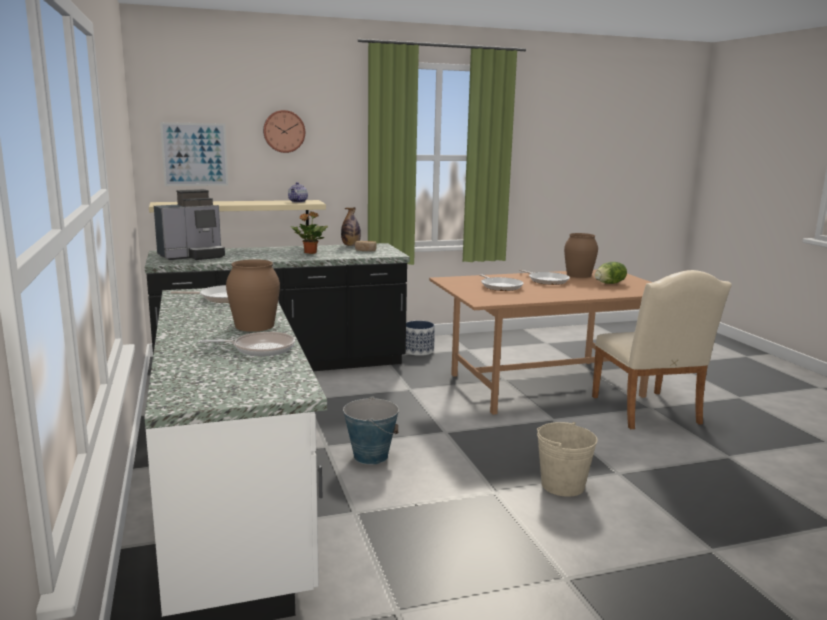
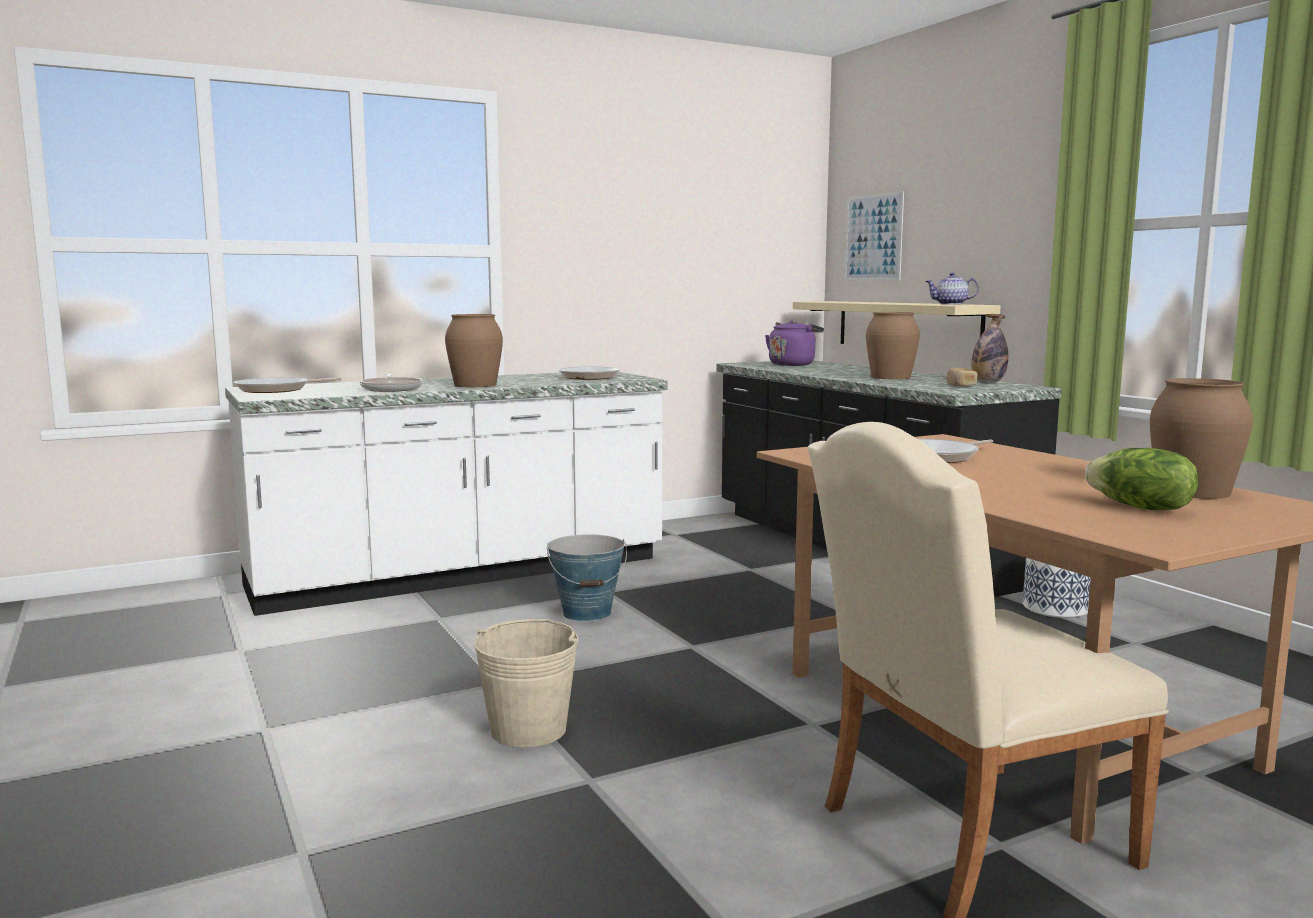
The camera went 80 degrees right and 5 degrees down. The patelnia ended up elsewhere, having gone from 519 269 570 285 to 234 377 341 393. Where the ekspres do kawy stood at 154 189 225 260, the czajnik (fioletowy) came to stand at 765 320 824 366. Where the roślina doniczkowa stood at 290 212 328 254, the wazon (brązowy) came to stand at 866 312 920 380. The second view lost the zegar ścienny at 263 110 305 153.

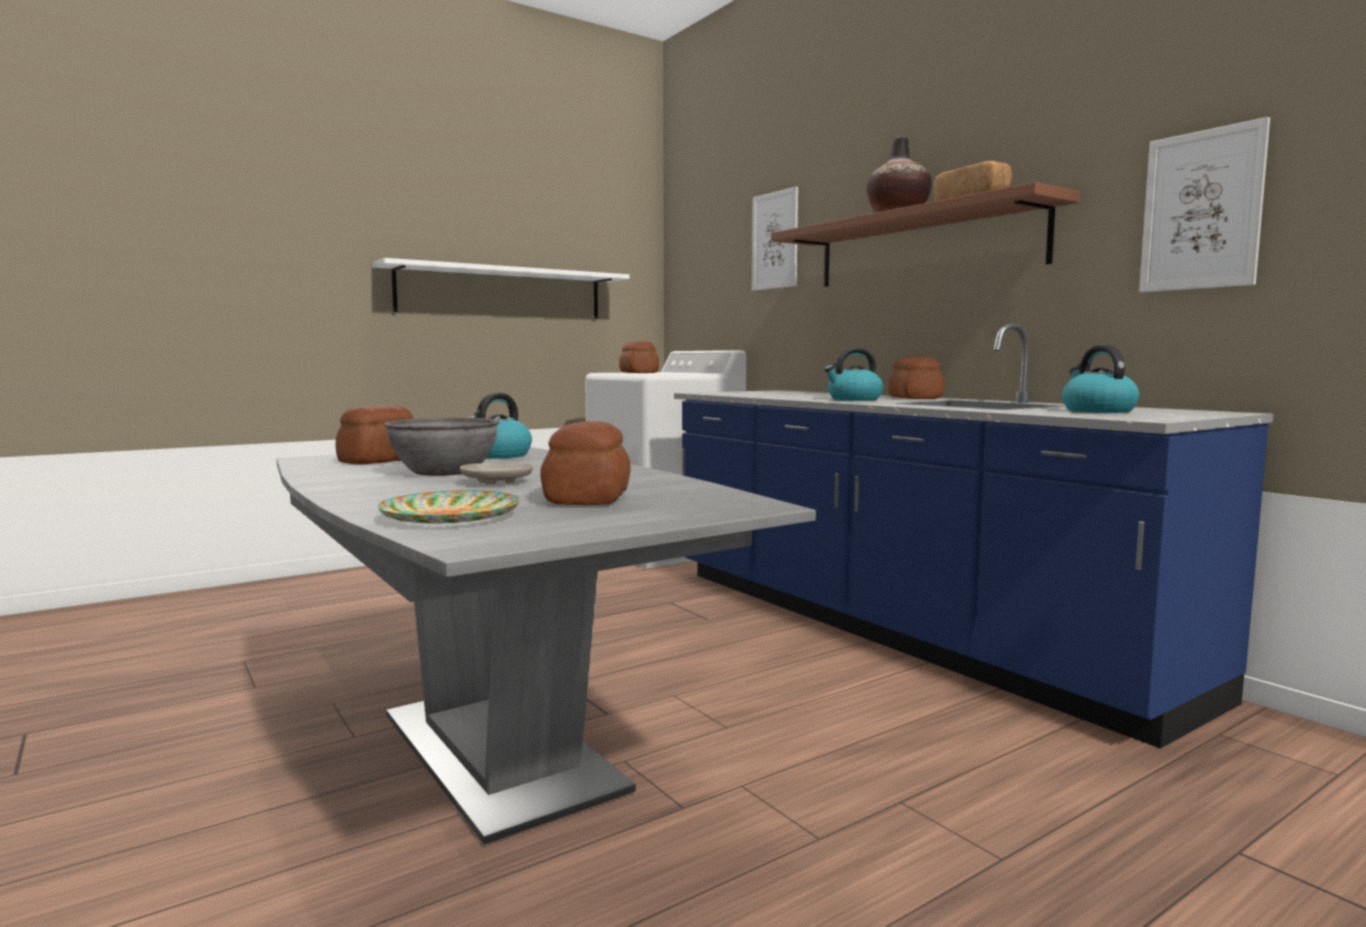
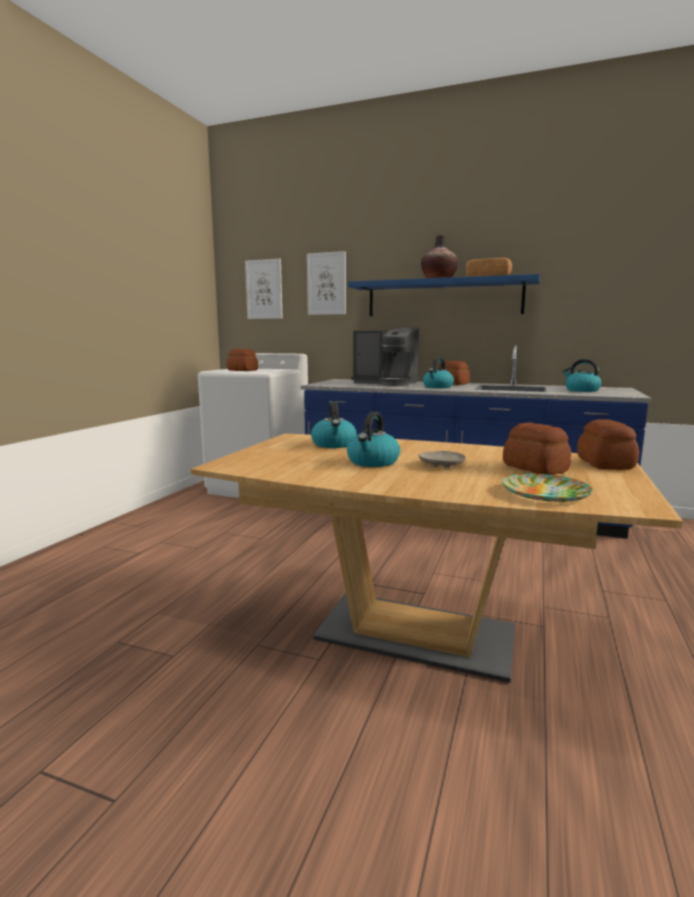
The camera went 35 degrees left and 5 degrees up. What was the stół jadalny (szary) at 277 447 816 844 turned into the stół jadalny (brązowy) at 191 434 683 683. The obraz ended up elsewhere, having gone from 1139 117 1270 292 to 245 259 283 319. Where the miska (szary) stood at 384 418 500 476, the czajnik came to stand at 347 412 400 467. What was the półka (brązowy) at 771 182 1080 287 turned into the półka (niebieski) at 348 274 540 316. The second view gained the ekspres do kawy at 351 328 419 386. The chleb ended up elsewhere, having gone from 336 405 413 464 to 577 419 639 470. The second view lost the półka (biały) at 373 258 630 318.

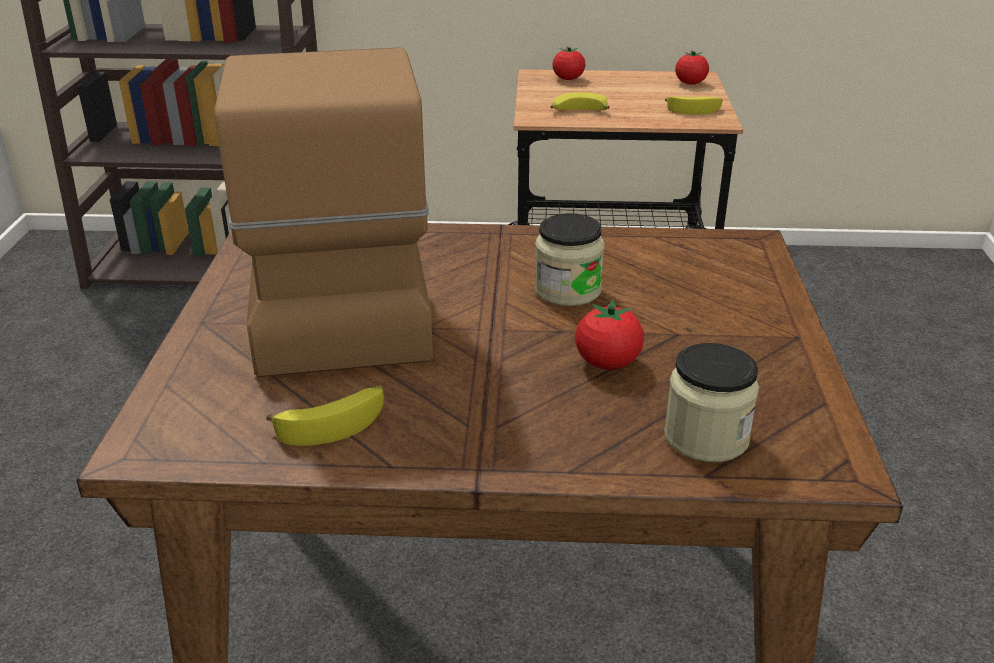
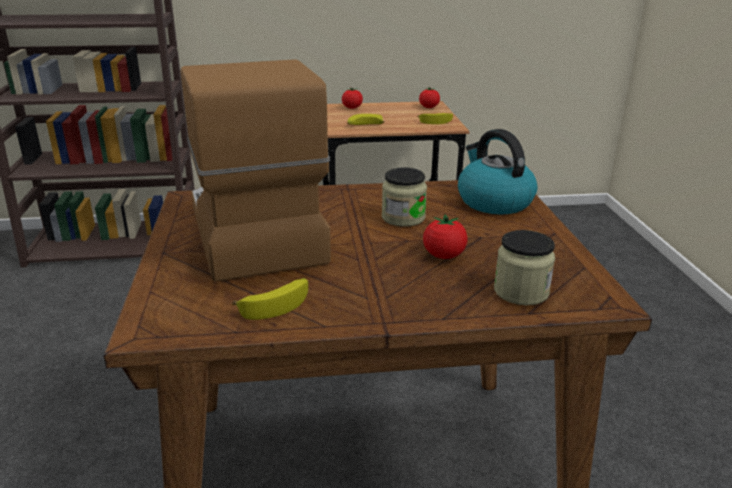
The camera went 10 degrees left and 5 degrees down. The second view gained the czajnik at 458 129 537 214.

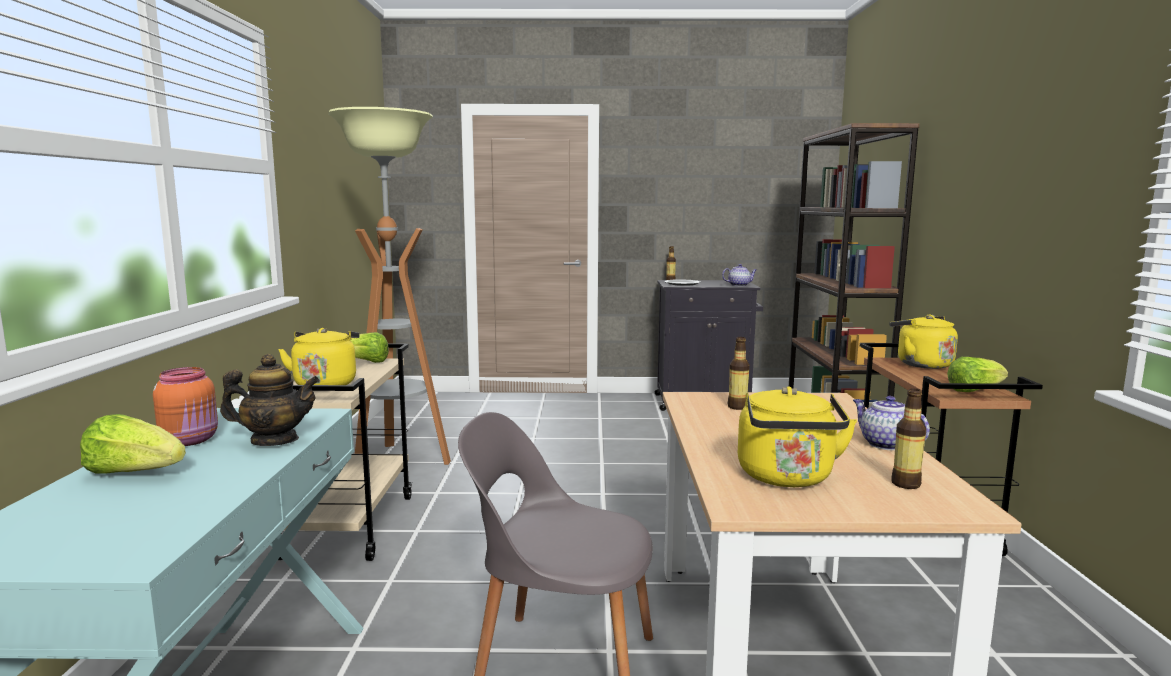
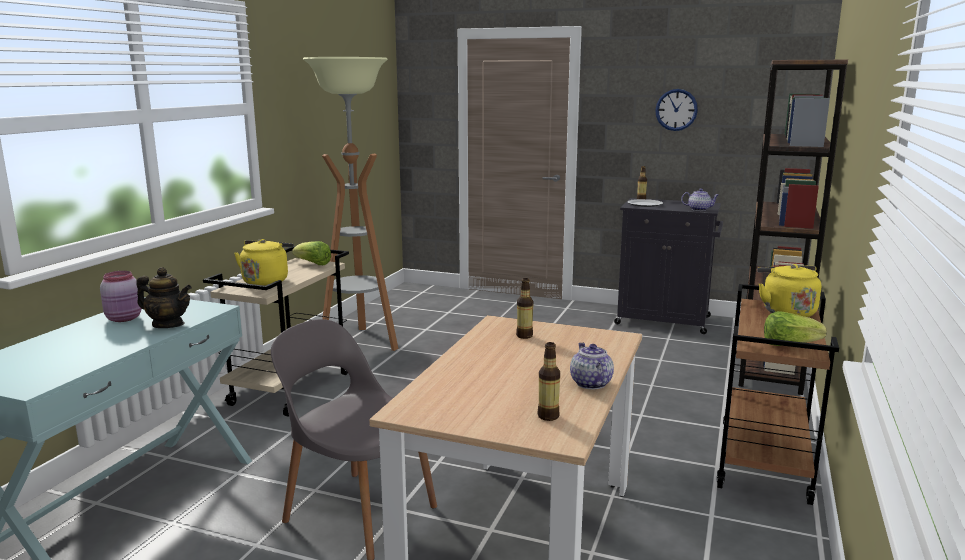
The camera went 20 degrees right and 5 degrees up. What was the słoik (pomarańczowy) at 153 367 218 446 turned into the słoik (różowy) at 100 271 142 322. The second view gained the zegar ścienny at 655 89 698 131. The second view lost the sałata at 80 414 186 474. The second view lost the czajnik (żółty) at 738 386 857 487.

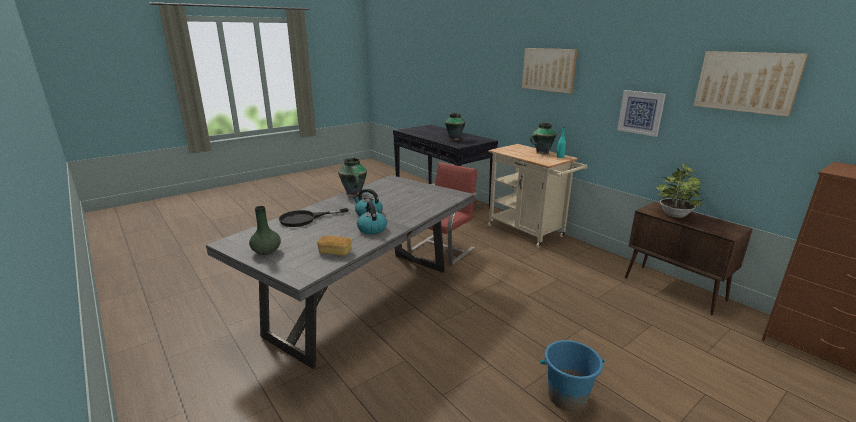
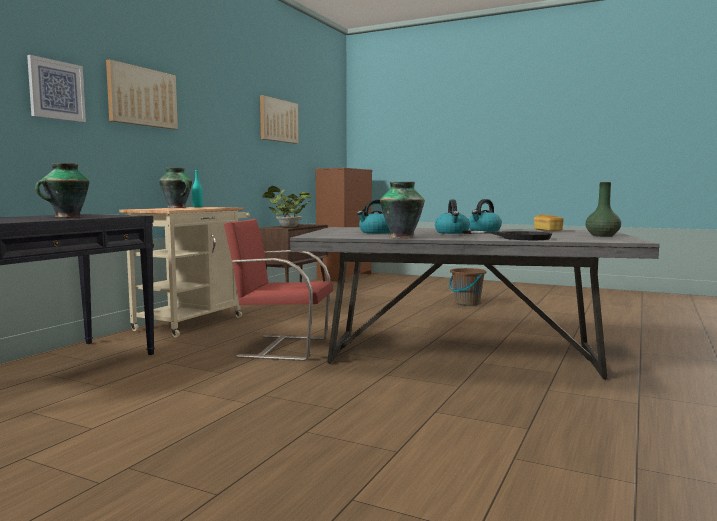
The camera went 115 degrees left and 15 degrees down. The obraz ended up elsewhere, having gone from 617 90 666 137 to 27 55 86 122. The second view gained the czajnik at 357 199 390 233. What was the wiadro (niebieski) at 540 340 605 412 turned into the wiadro (brązowy) at 449 268 487 306.

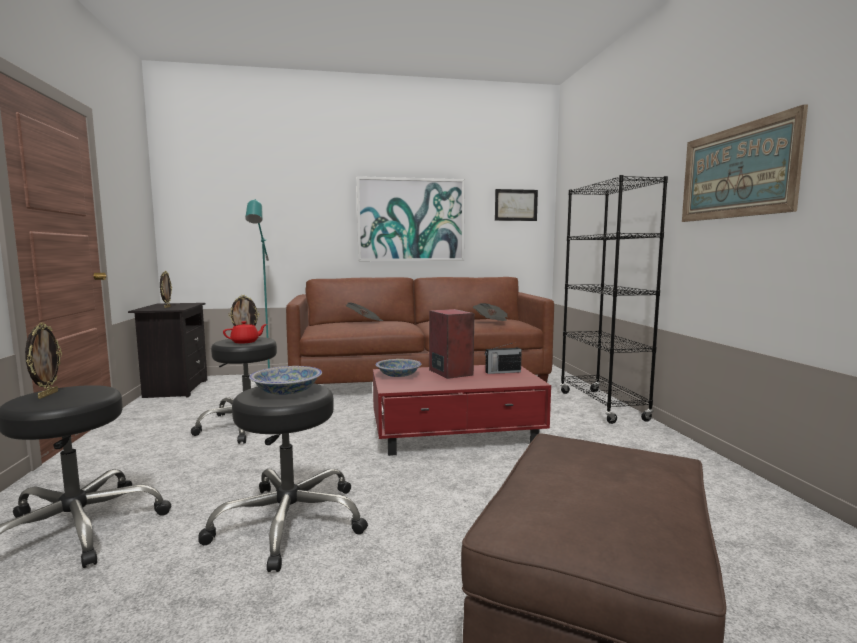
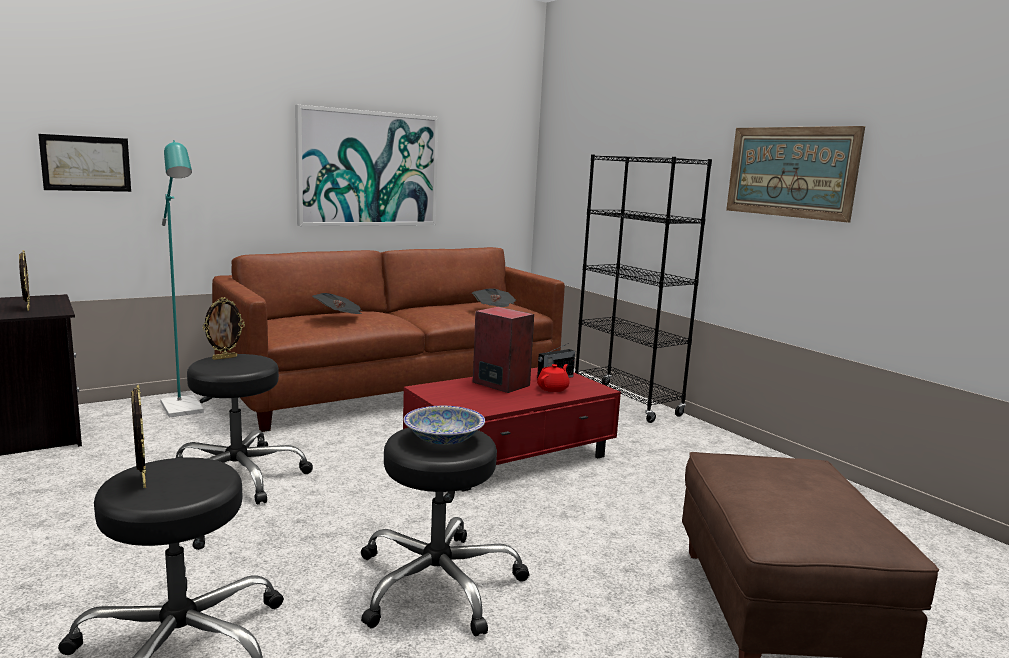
The camera went 25 degrees left and 5 degrees up. The obraz ended up elsewhere, having gone from 495 189 538 221 to 38 134 131 192. The imbryk (czerwony) ended up elsewhere, having gone from 223 321 267 344 to 537 364 569 392. The second view lost the miska at 376 359 422 377.

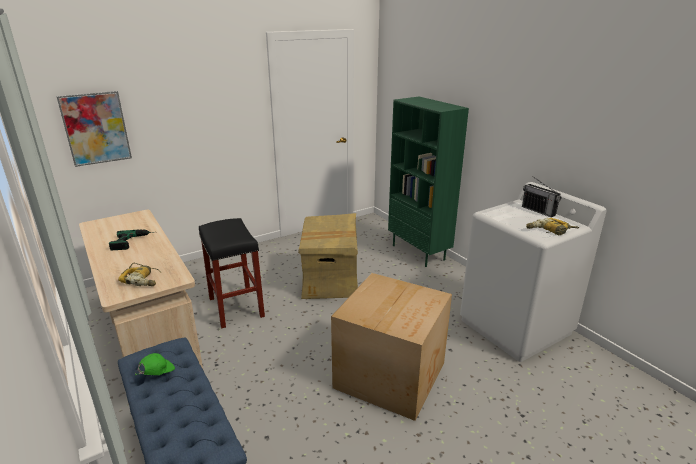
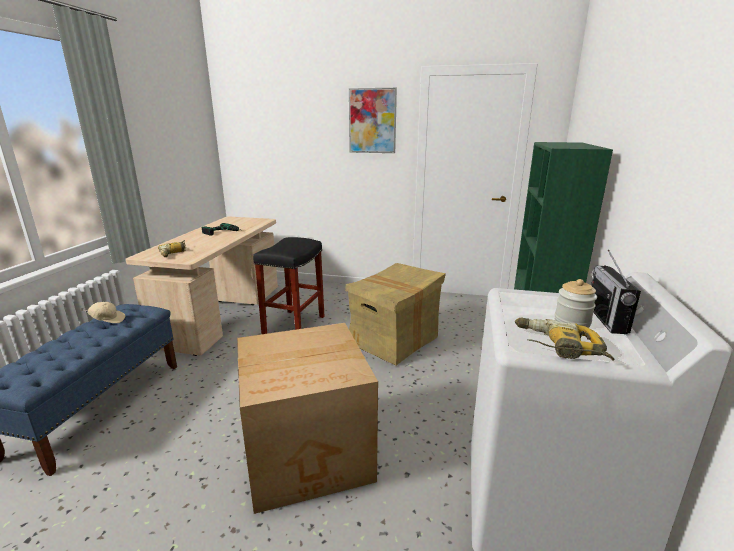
The camera went 45 degrees right and 5 degrees down. What was the czapka z daszkiem (zielony) at 135 353 175 375 turned into the czapka z daszkiem (beżowy) at 81 302 125 323. The obraz ended up elsewhere, having gone from 56 91 132 167 to 349 88 397 153. The second view gained the słoik at 554 279 597 328.

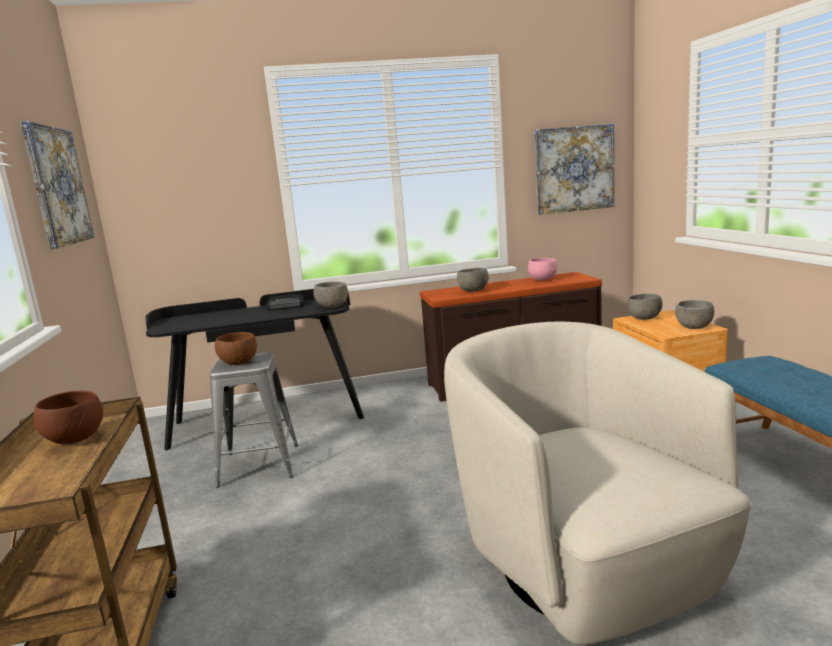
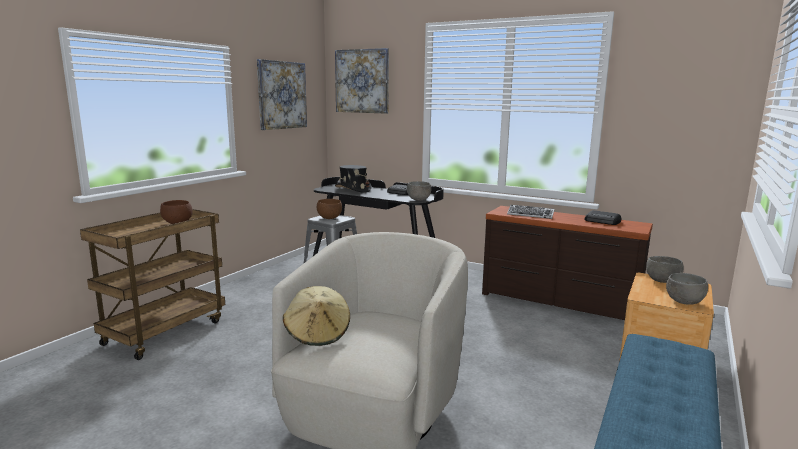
The camera went 40 degrees right and 0 degrees up. The second view gained the kapelusz (beżowy) at 283 286 350 346. The obraz ended up elsewhere, having gone from 535 123 614 215 to 335 48 389 114. The second view gained the kapelusz (czarny) at 335 165 372 193. Where the miska (szary) stood at 457 268 489 292, the klawiatura came to stand at 507 205 555 219. Where the miska (różowy) stood at 528 258 558 281, the radio came to stand at 585 210 621 225.

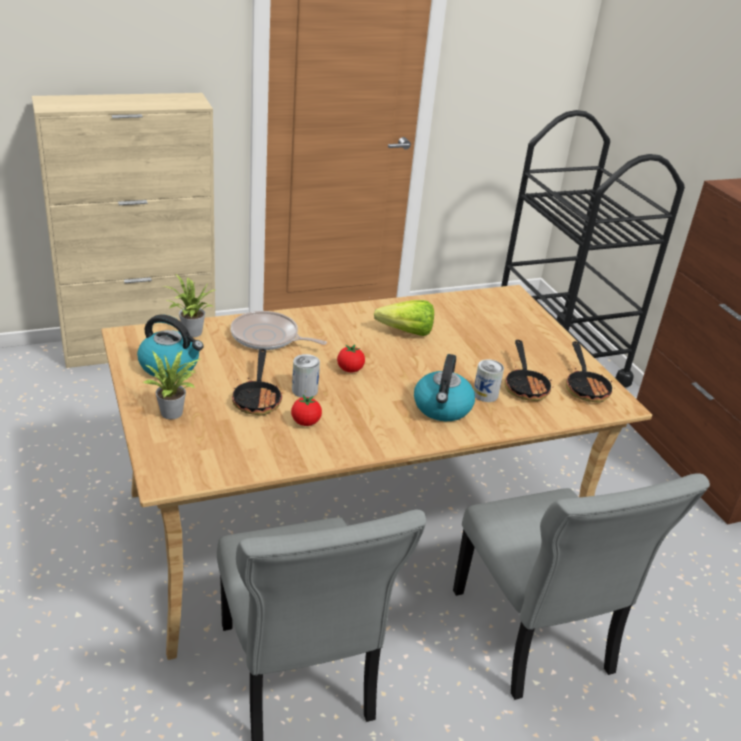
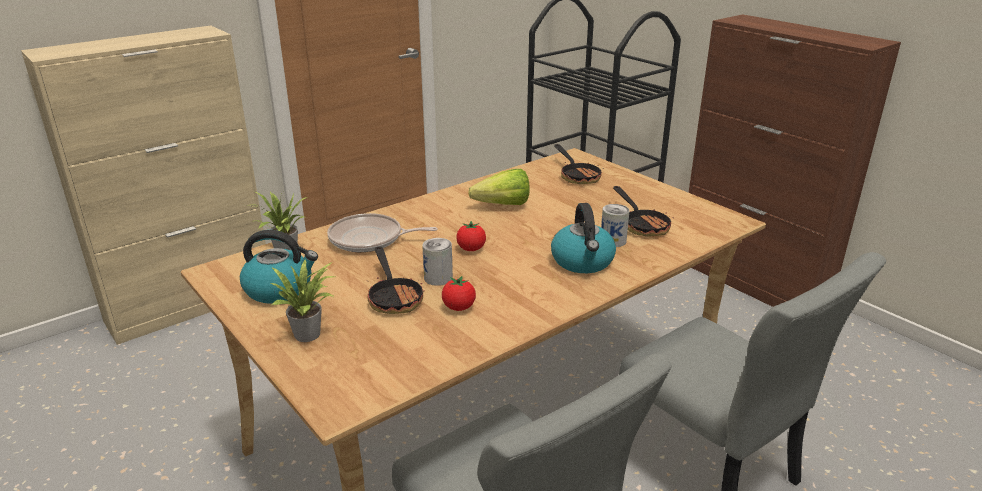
The camera went 15 degrees left and 5 degrees down. The patelnia ended up elsewhere, having gone from 566 341 615 402 to 554 144 604 184.

